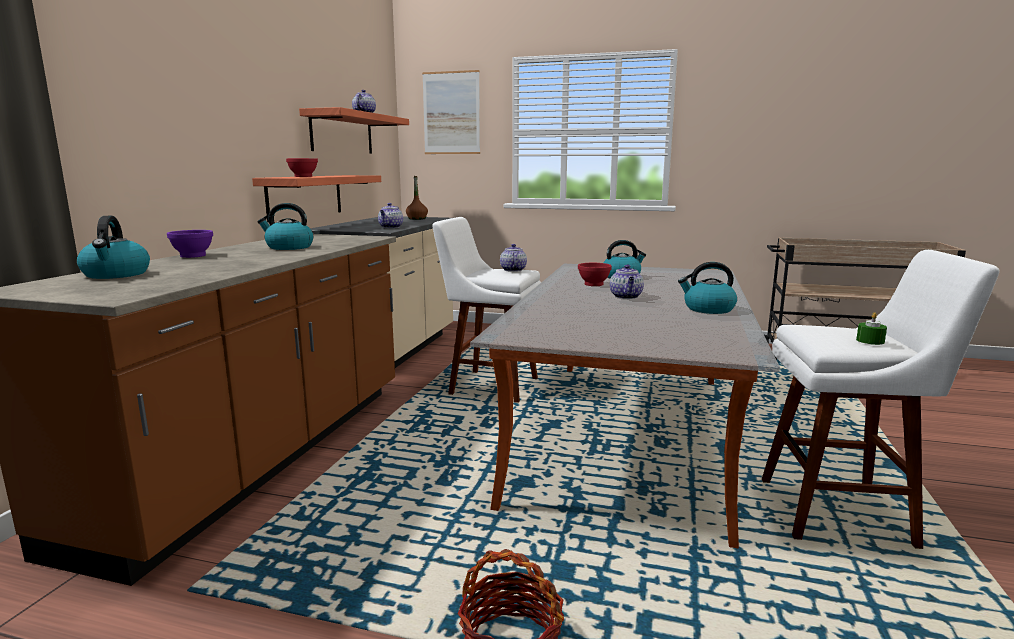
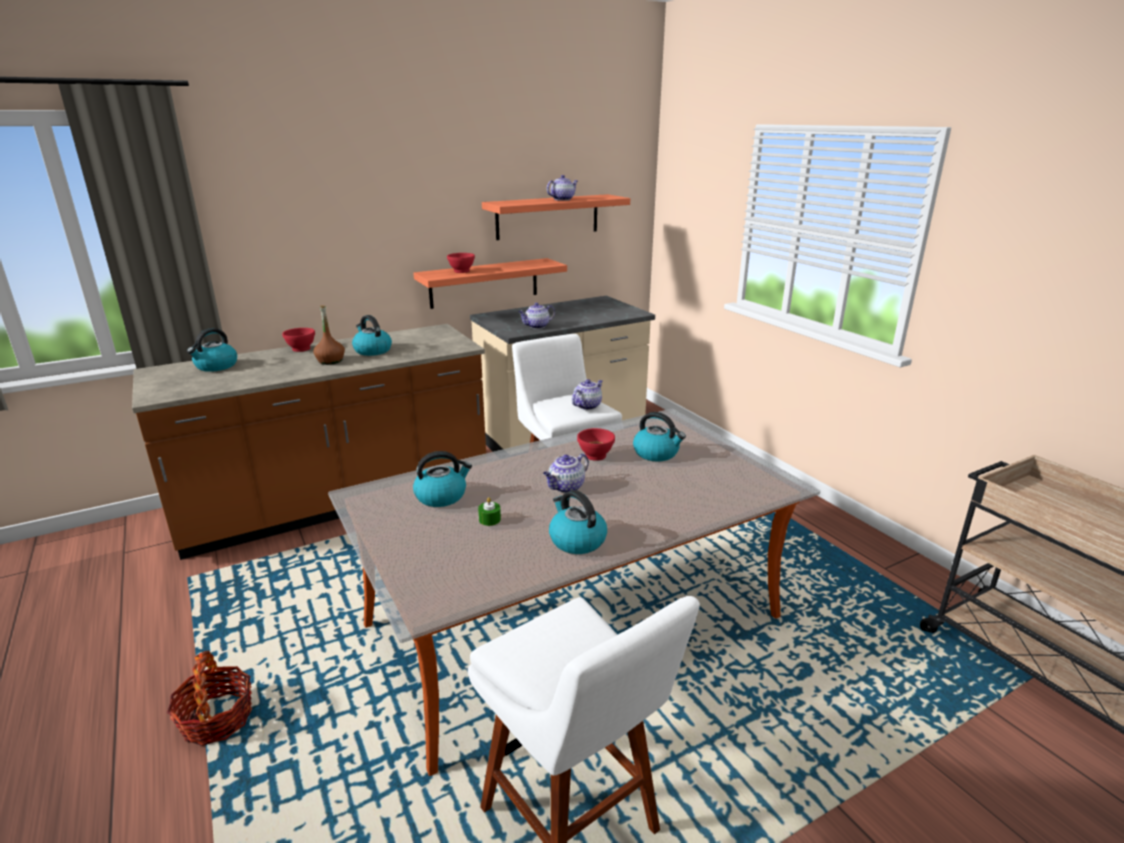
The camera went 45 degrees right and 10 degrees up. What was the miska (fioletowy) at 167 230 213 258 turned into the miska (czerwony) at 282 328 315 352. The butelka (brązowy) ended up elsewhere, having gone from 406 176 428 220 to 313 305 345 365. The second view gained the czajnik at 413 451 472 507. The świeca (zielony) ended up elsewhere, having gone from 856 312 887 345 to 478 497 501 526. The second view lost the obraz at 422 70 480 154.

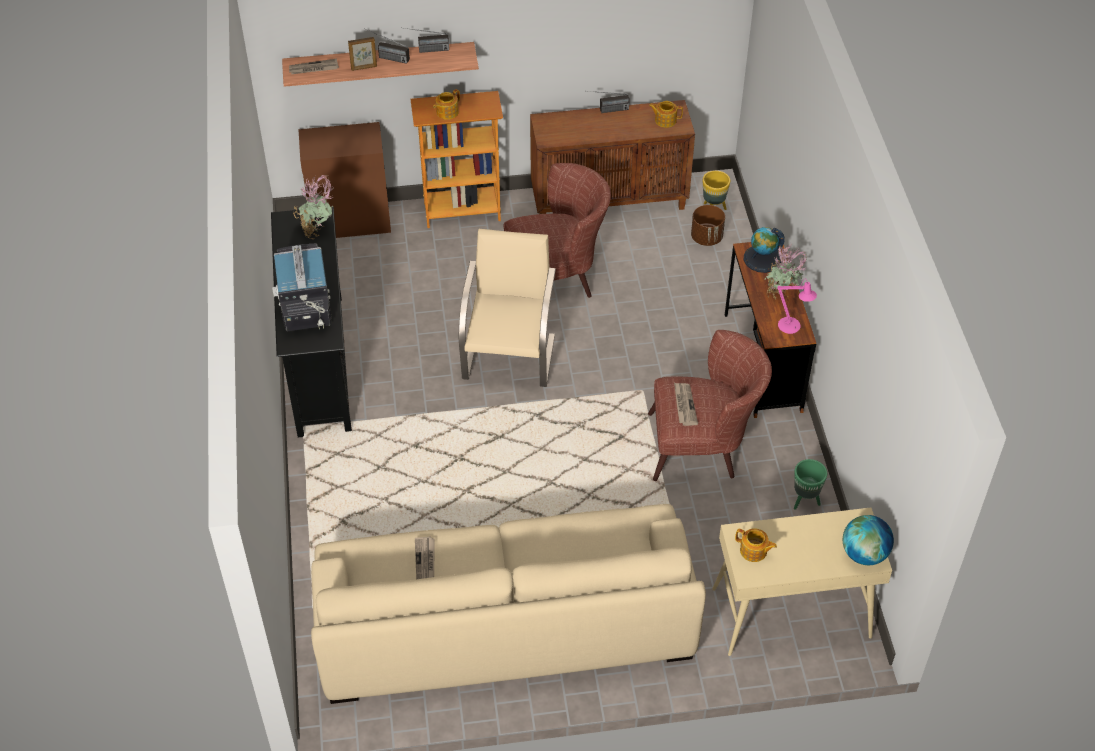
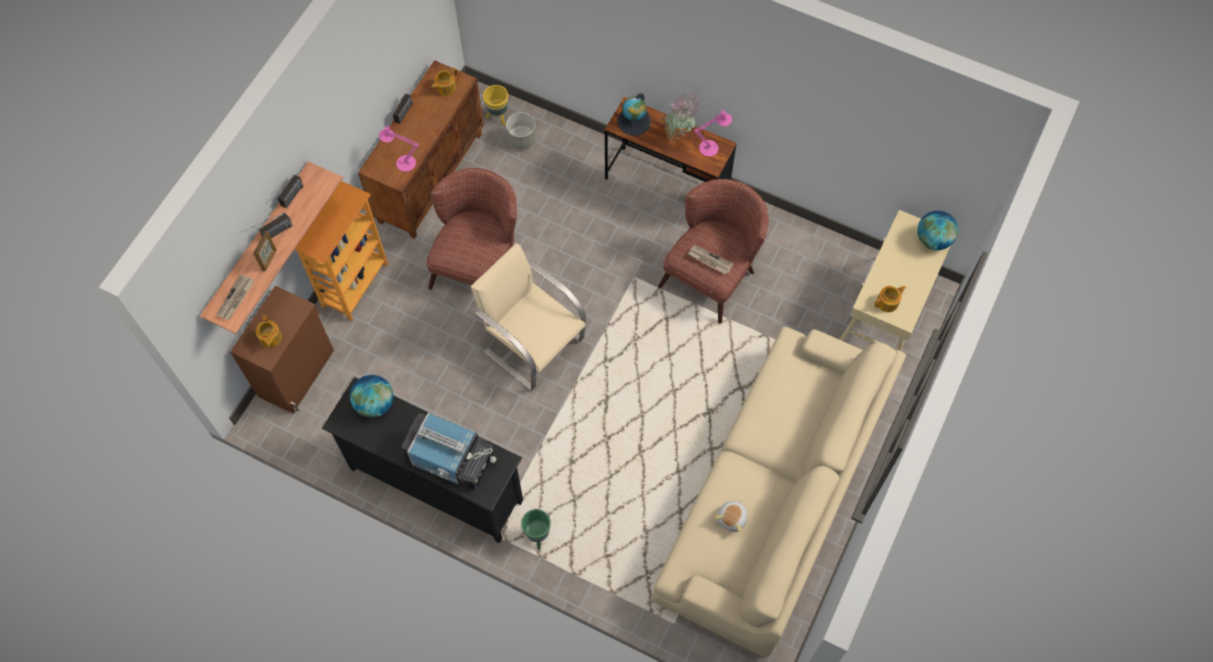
The camera went 55 degrees left and 15 degrees up. The imbryk ended up elsewhere, having gone from 433 89 460 120 to 256 315 282 347. Where the roślina doniczkowa stood at 293 175 334 240, the globus came to stand at 350 375 393 418. The second view gained the lampa stołowa (różowy) at 379 126 418 172. What was the donica (brązowy) at 691 205 725 246 turned into the donica (szary) at 506 112 536 150. The donica (zielony) ended up elsewhere, having gone from 794 459 827 510 to 521 509 551 550. Where the gazeta stood at 415 536 435 579, the pluszak came to stand at 714 500 748 532.

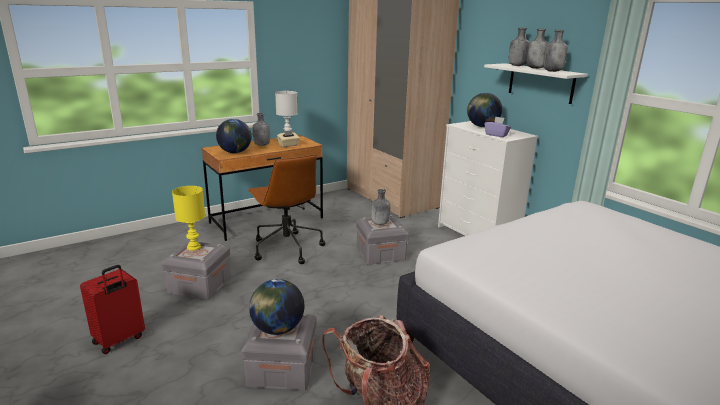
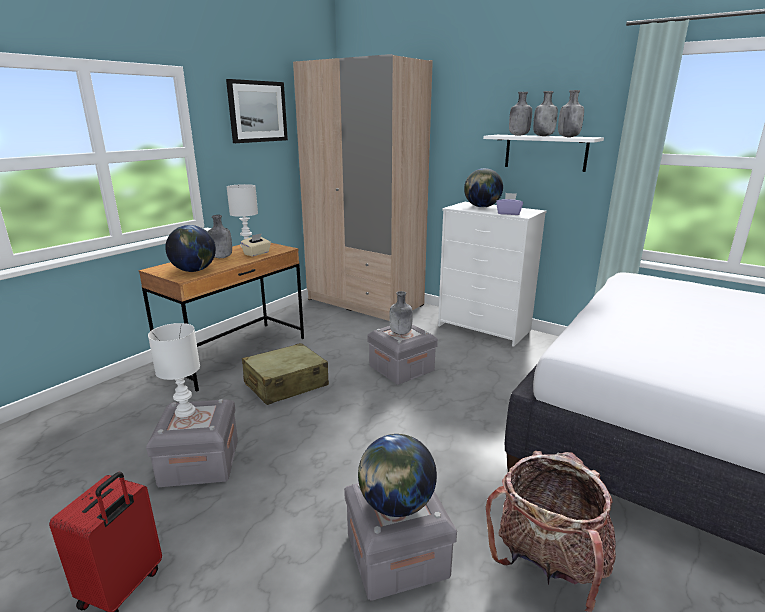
The camera went 20 degrees left and 0 degrees up. What was the lampa stołowa (żółty) at 172 186 205 251 turned into the lampa stołowa (biały) at 148 323 200 418. The second view gained the obraz at 226 79 288 143. Where the krzesło biurowe (brązowy) stood at 247 154 325 264, the walizka (beżowy) came to stand at 242 343 329 405.

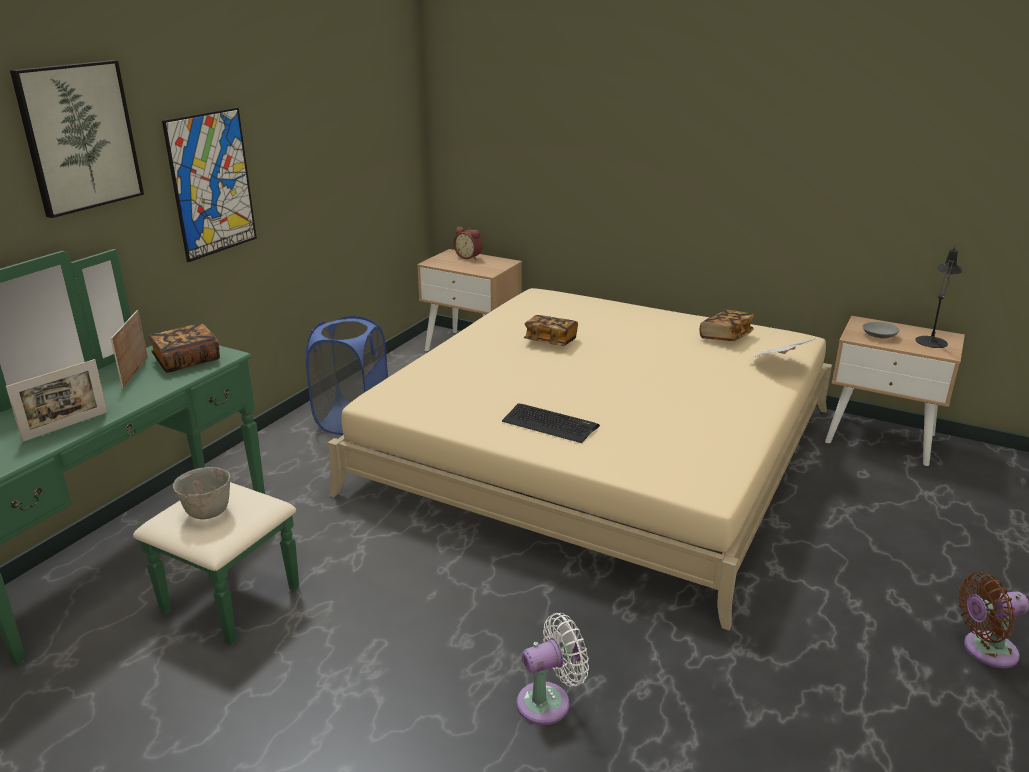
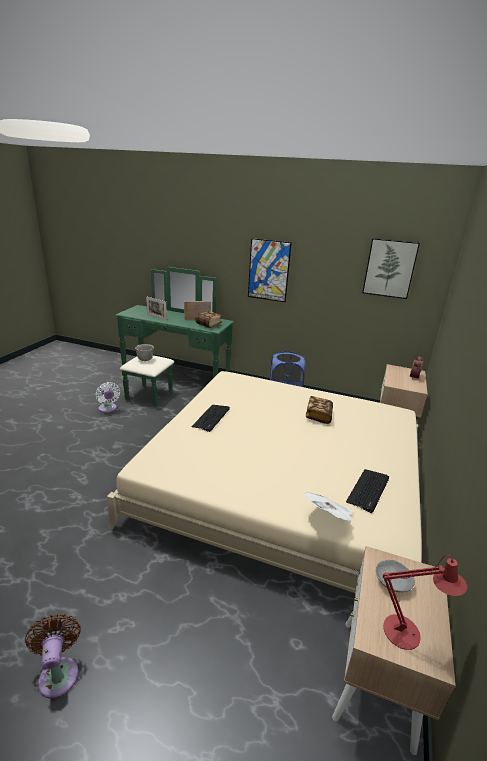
The camera went 80 degrees right and 0 degrees up. The wentylator (biały) ended up elsewhere, having gone from 517 613 589 725 to 95 382 120 413. Where the książka stood at 700 310 754 341, the klawiatura came to stand at 346 469 389 513. The obraz ended up elsewhere, having gone from 10 60 144 218 to 362 238 420 299. What was the lampa stołowa (czarny) at 915 246 963 348 turned into the lampa stołowa (czerwony) at 383 554 467 650.

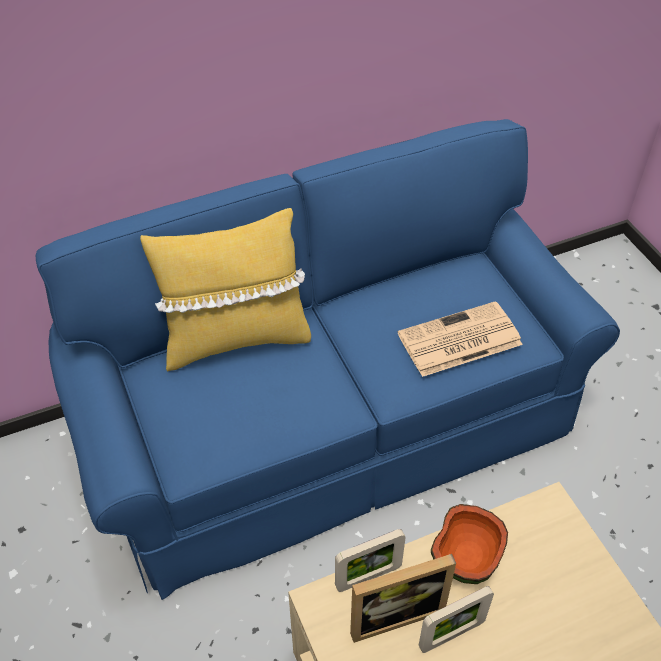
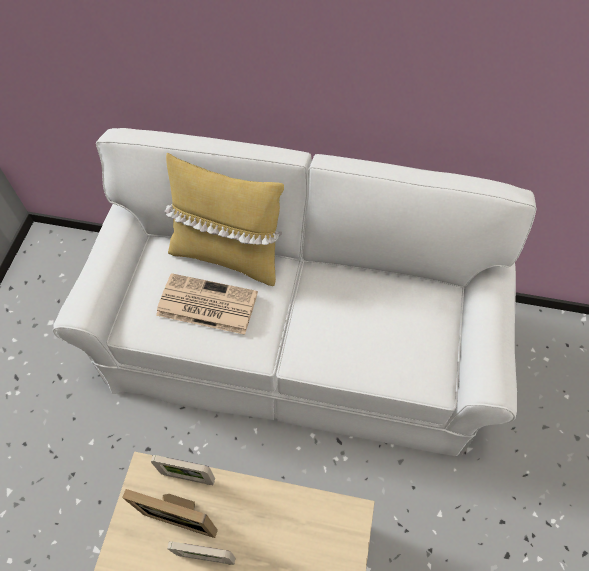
The camera went 35 degrees right and 10 degrees up. What was the kanapa (niebieski) at 36 119 620 600 turned into the kanapa (biały) at 53 128 537 456. The gazeta ended up elsewhere, having gone from 398 301 523 377 to 156 273 258 335. The second view lost the miska at 431 504 508 584.

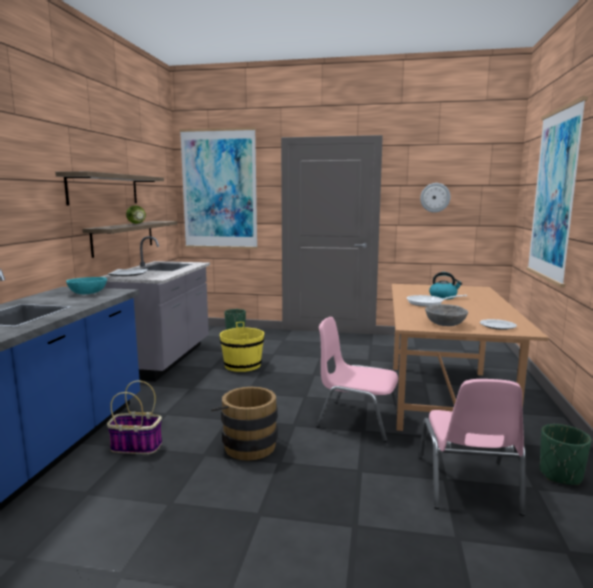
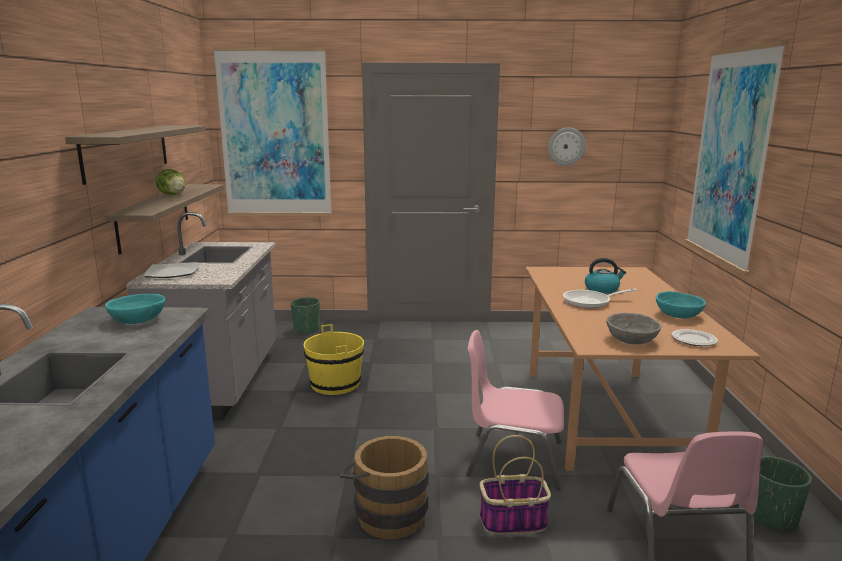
The camera went 10 degrees left and 5 degrees up. The koszyk ended up elsewhere, having gone from 107 381 162 454 to 479 435 551 535. The second view gained the miska (turkusowy) at 656 291 706 319.

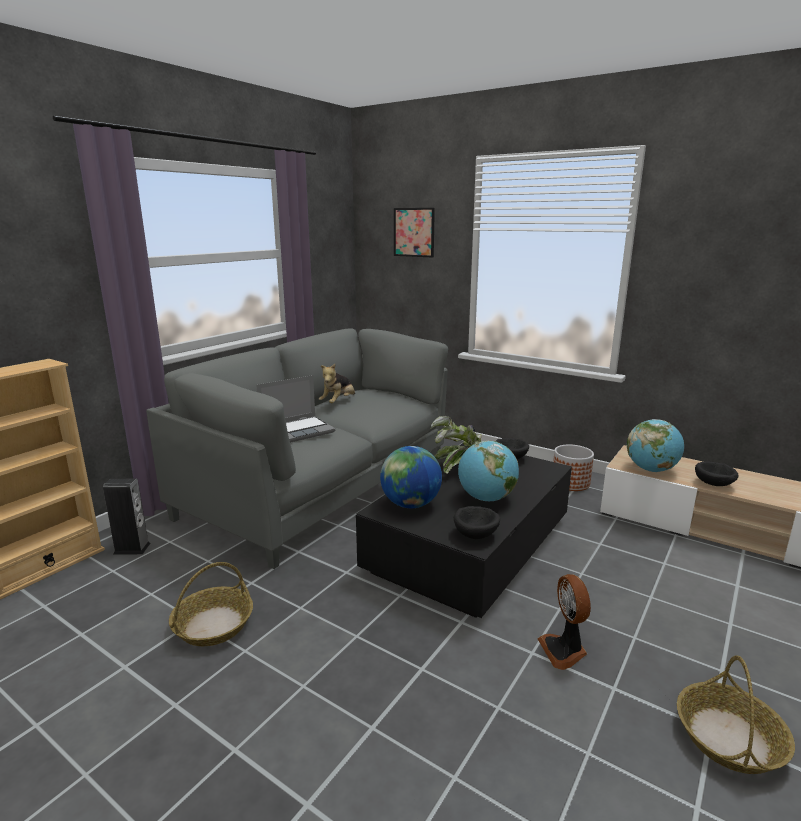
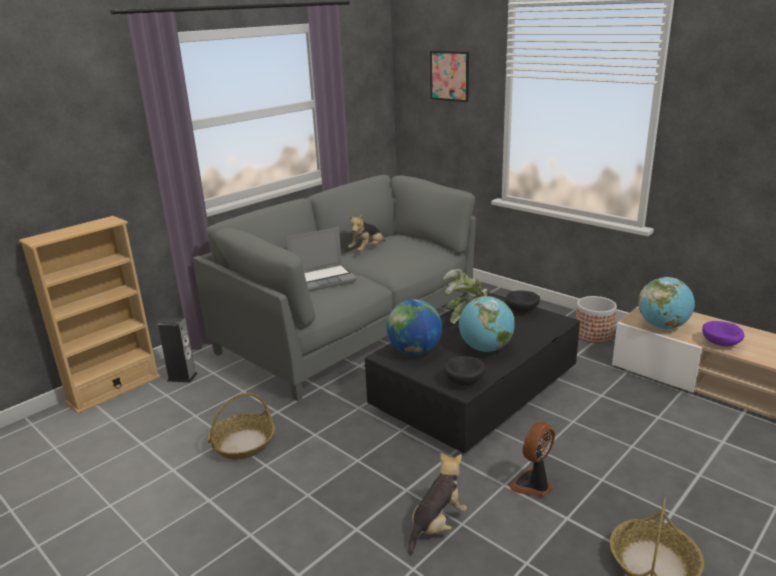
The camera went 10 degrees right and 5 degrees up. The second view gained the pluszak at 408 452 467 556. The wentylator at 538 574 591 670 ended up facing another way, 45 degrees clockwise from before. What was the miska (czarny) at 695 462 738 486 turned into the miska (fioletowy) at 702 321 744 346.

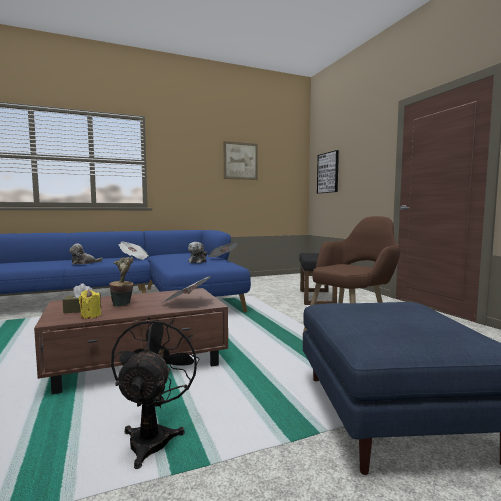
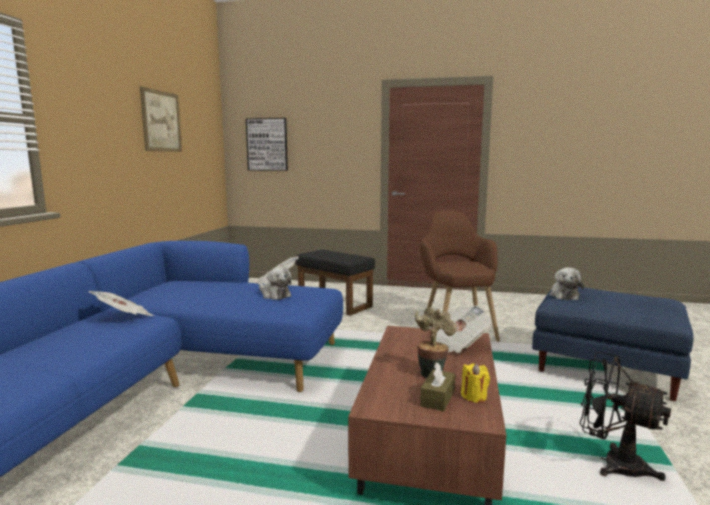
The camera went 55 degrees left and 5 degrees up. The pluszak ended up elsewhere, having gone from 69 244 103 264 to 549 267 584 300.

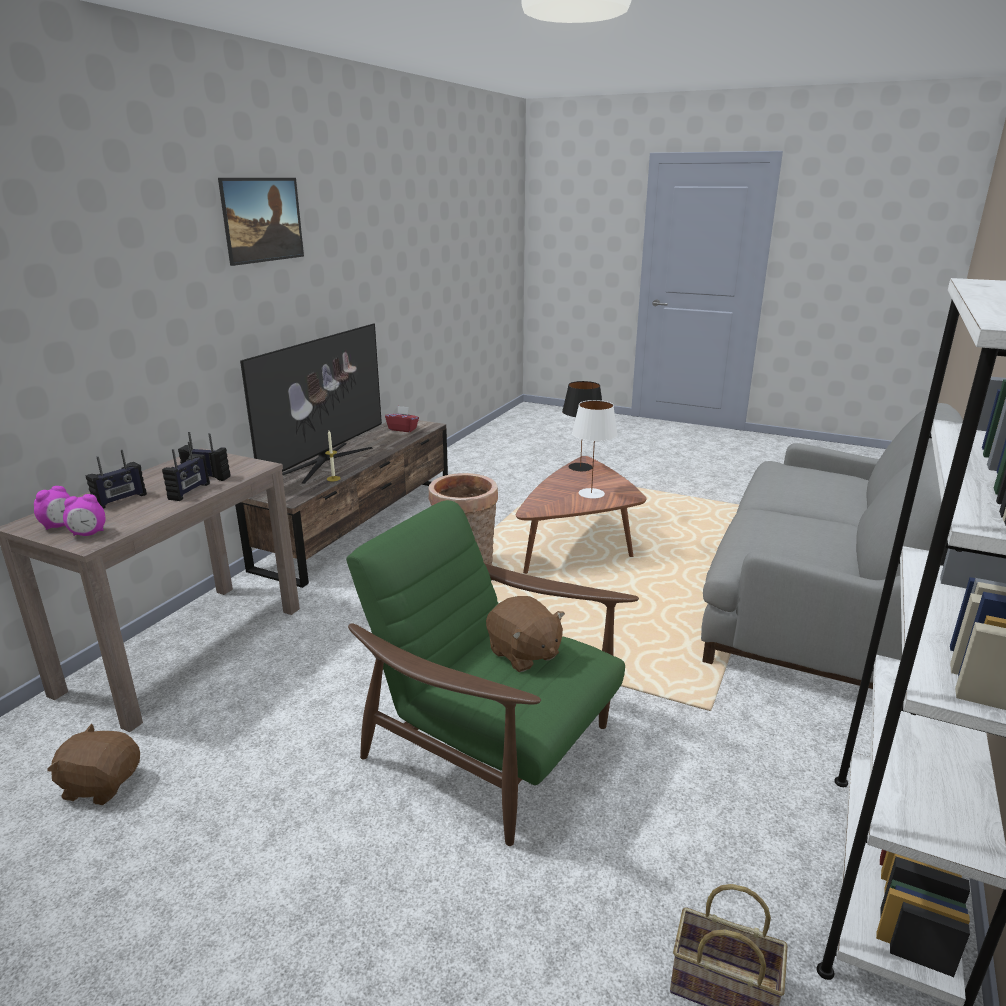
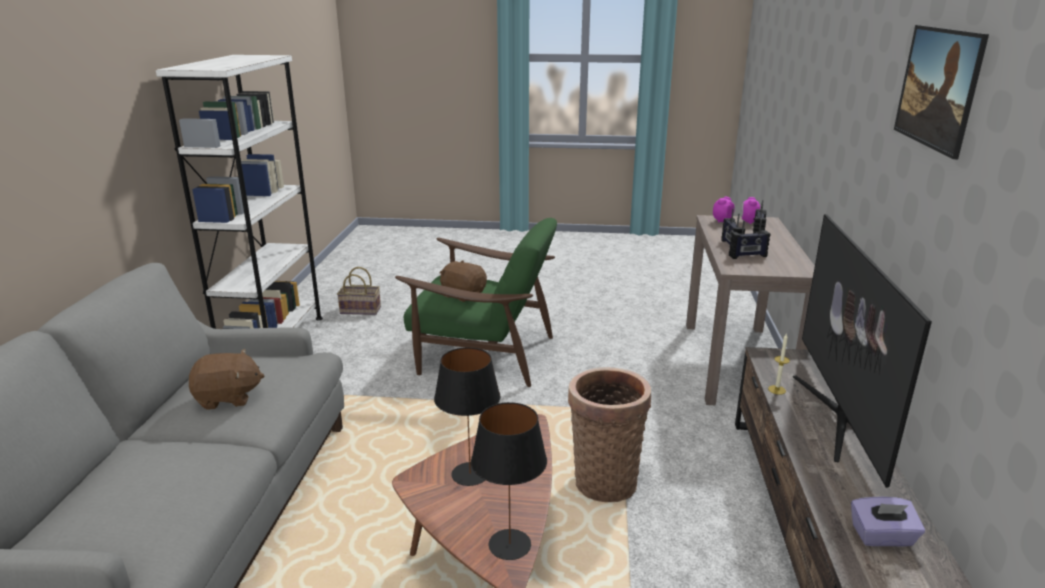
The camera went 160 degrees right and 0 degrees up. The pluszak (brązowy) ended up elsewhere, having gone from 47 724 140 805 to 189 349 265 410. What was the lampa stołowa (biały) at 572 400 618 499 turned into the lampa stołowa (czarny) at 434 347 500 486. What was the pudełko chusteczek (czerwony) at 385 406 419 432 turned into the pudełko chusteczek (fioletowy) at 851 496 925 547.

